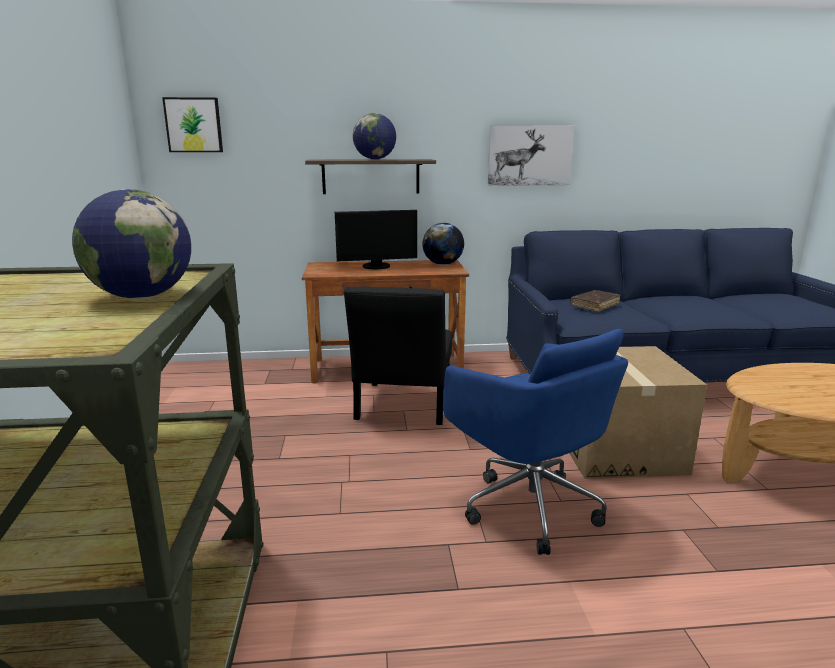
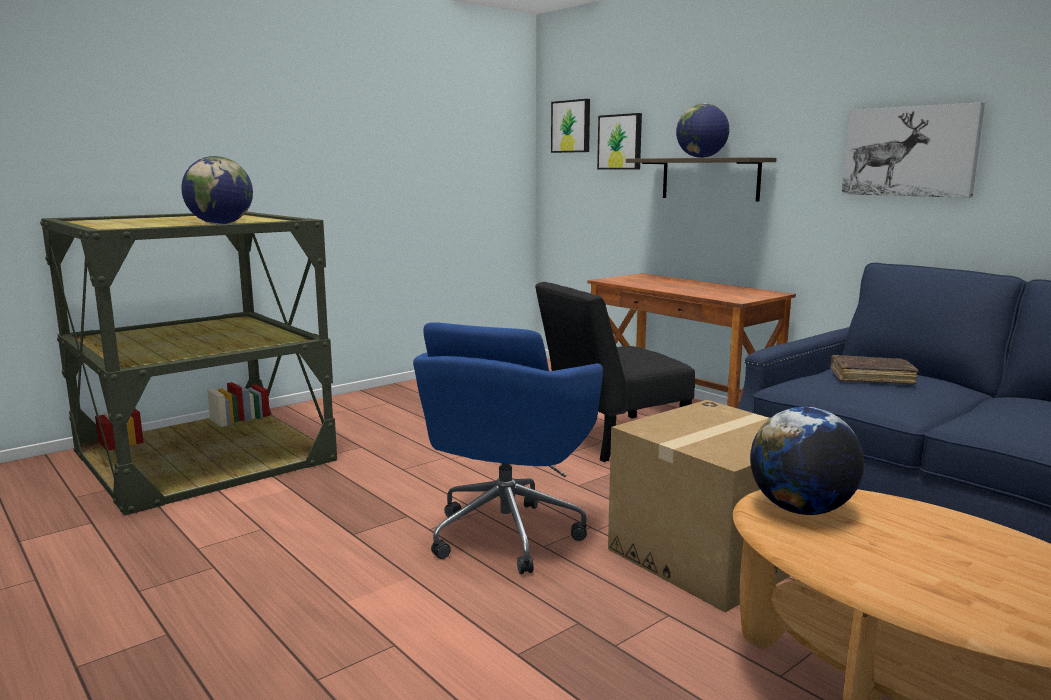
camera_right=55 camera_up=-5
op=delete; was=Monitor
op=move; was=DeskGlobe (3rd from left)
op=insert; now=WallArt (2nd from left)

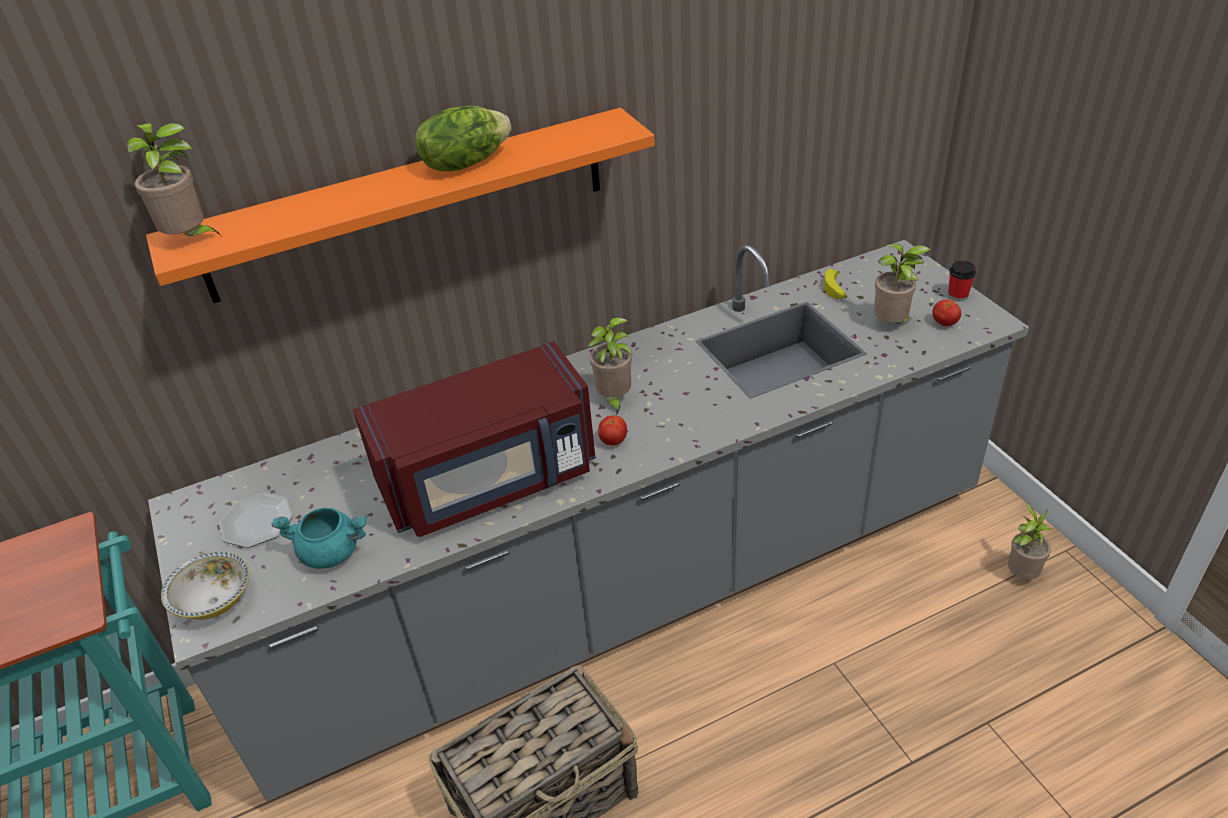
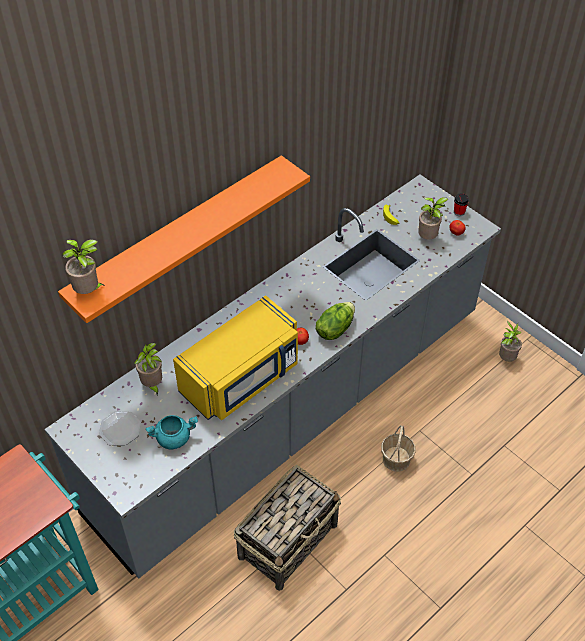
camera_right=-20 camera_up=10
op=move; was=LettuceHead
op=move; was=Houseplant (2nd from left)
op=recolor; was=RedKitchenMicrowave; now=YellowKitchenMicrowave
op=delete; was=Bowl
op=insert; now=Basket (2nd from left)

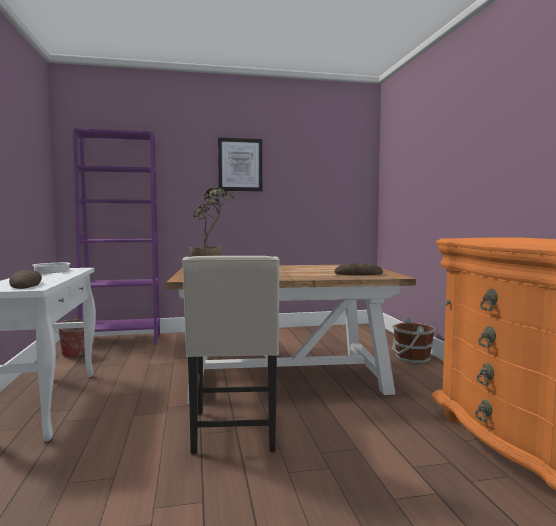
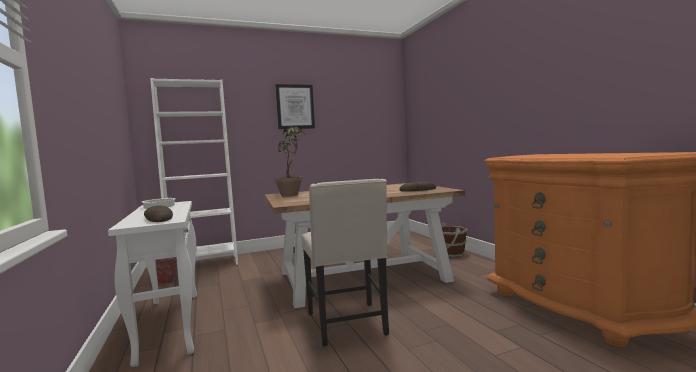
camera_right=-10 camera_up=0
op=recolor; was=PurpleBookcase; now=WhiteBookcase

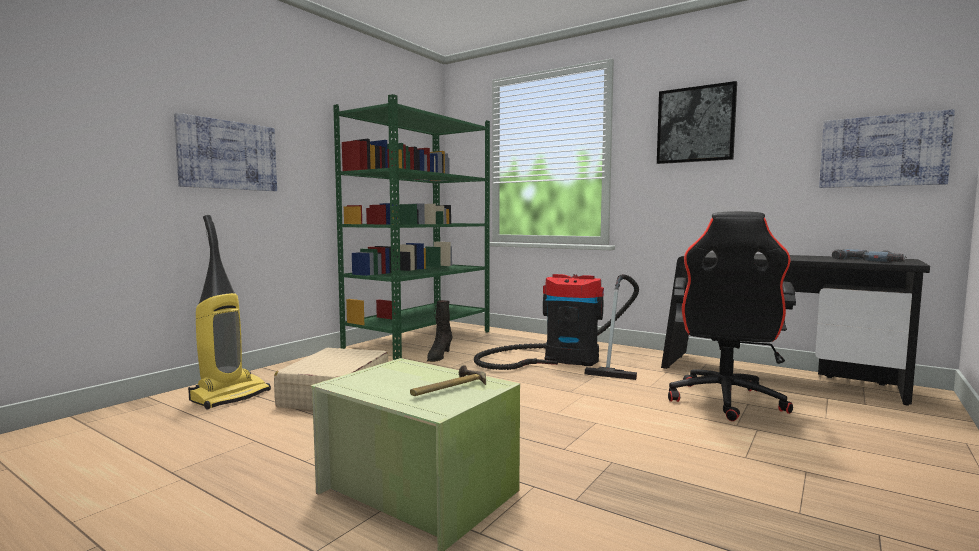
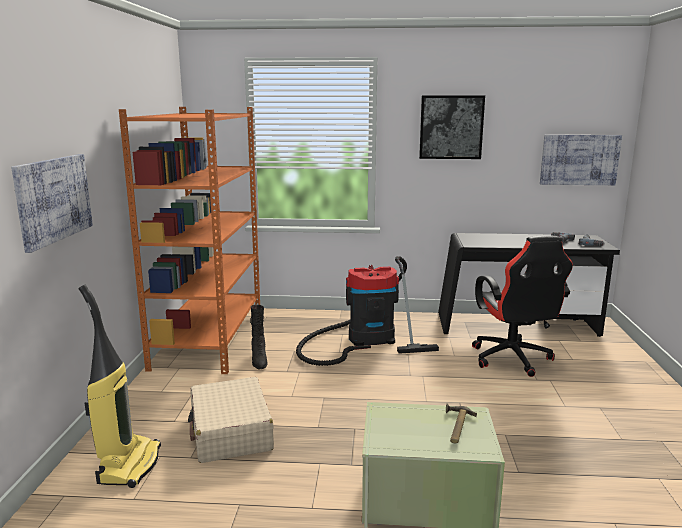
camera_right=-30 camera_up=10
op=recolor; was=GreenBookcase; now=OrangeyBookcase

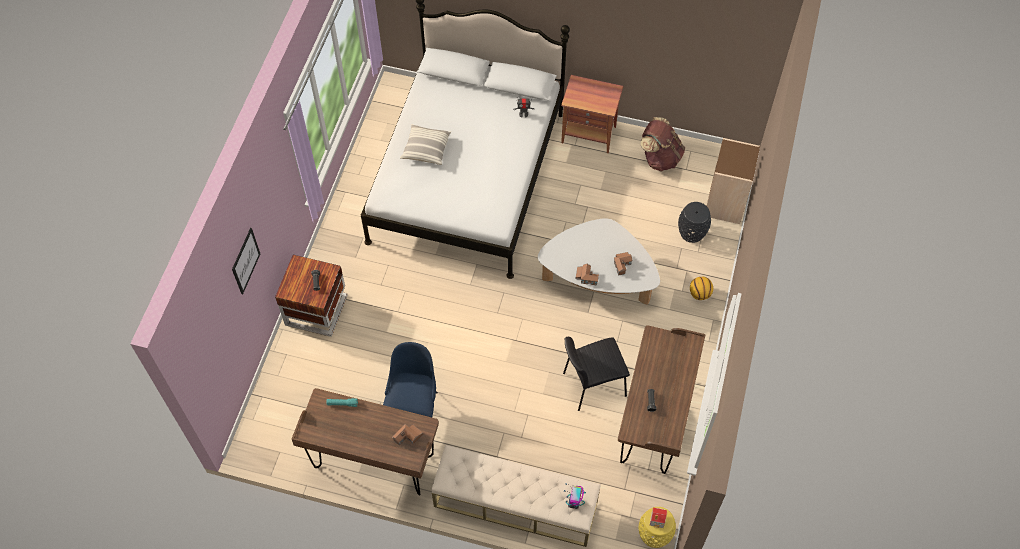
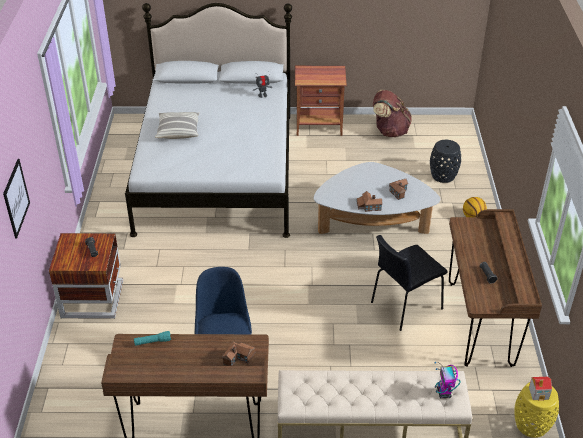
camera_right=-15 camera_up=-20
op=delete; was=BrownColouredBookcase

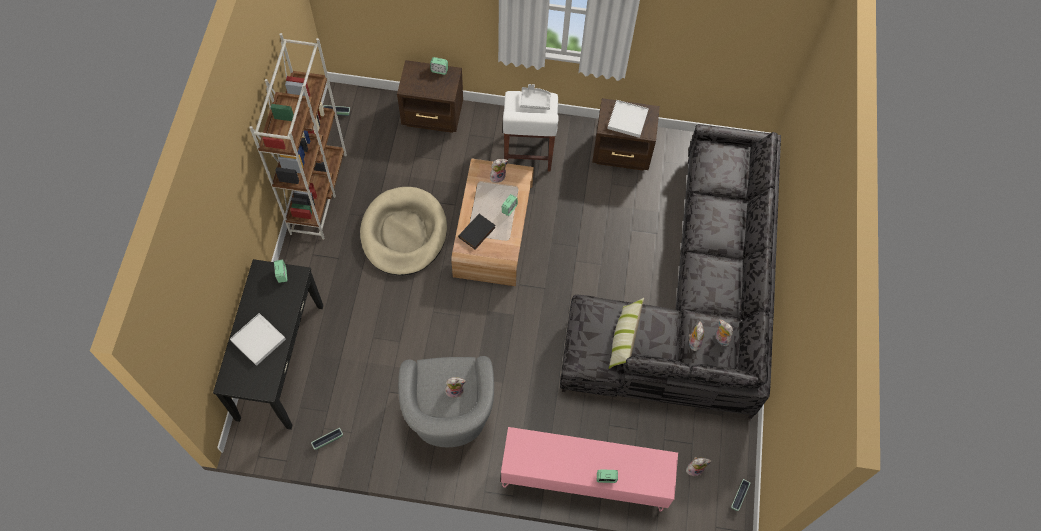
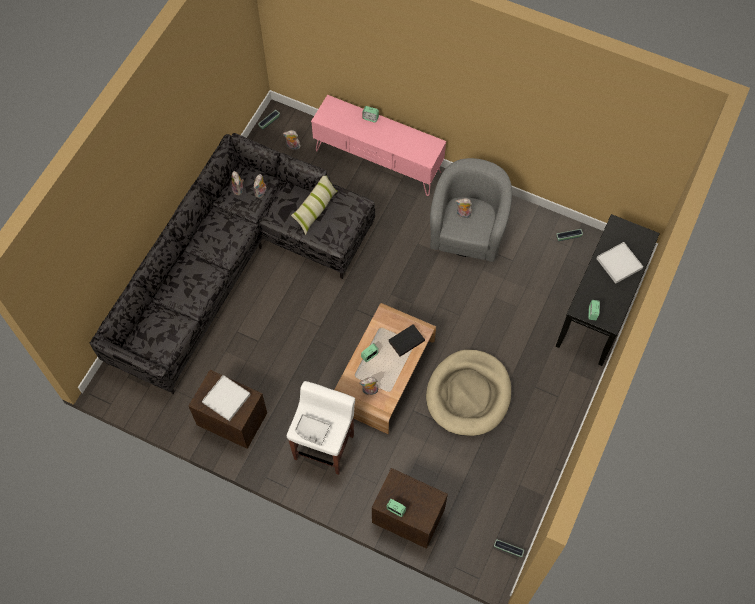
camera_right=-160 camera_up=0
op=delete; was=BrownColouredBookcase

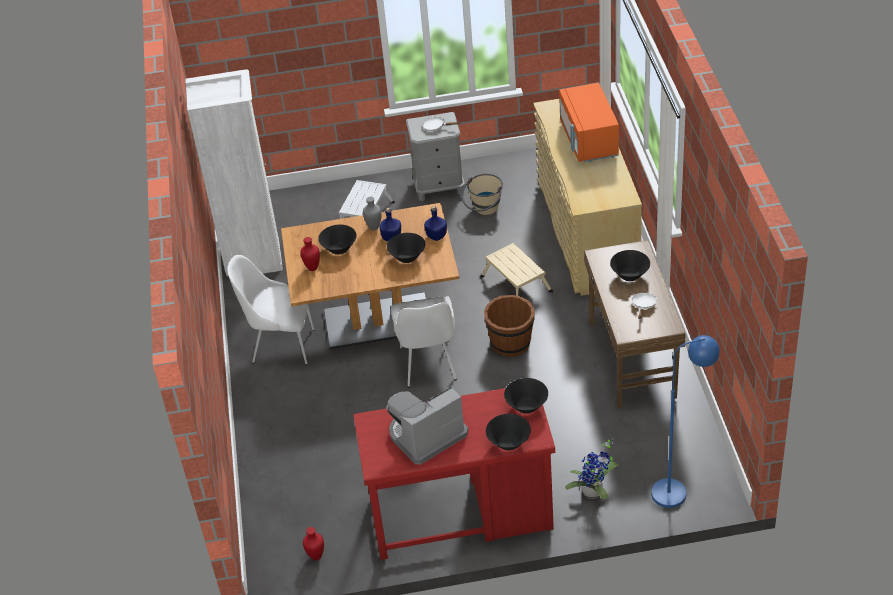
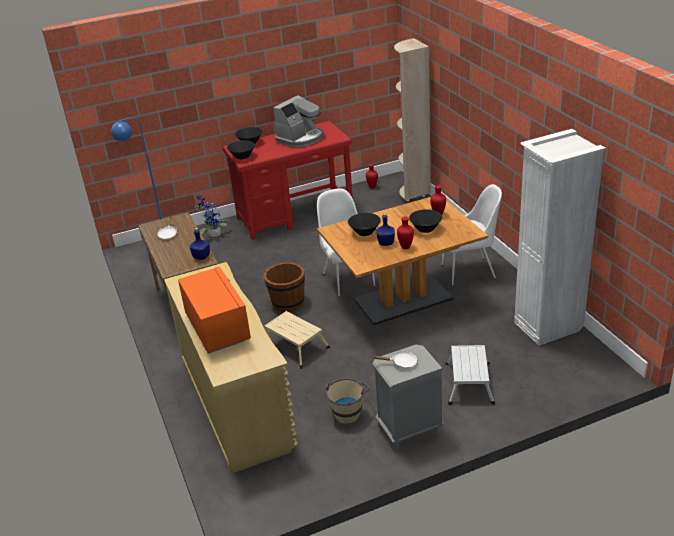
camera_right=165 camera_up=-10
op=recolor; was=GreyFlowerVase; now=RedFlowerVase (2nd from left)
op=move; was=BlueColouredDrinkBottle (2nd from left in the first image); now=BlueColouredDrinkBottle (1st from left)
op=delete; was=BlackBowl (5th from left)
op=insert; now=BeigeBookcase

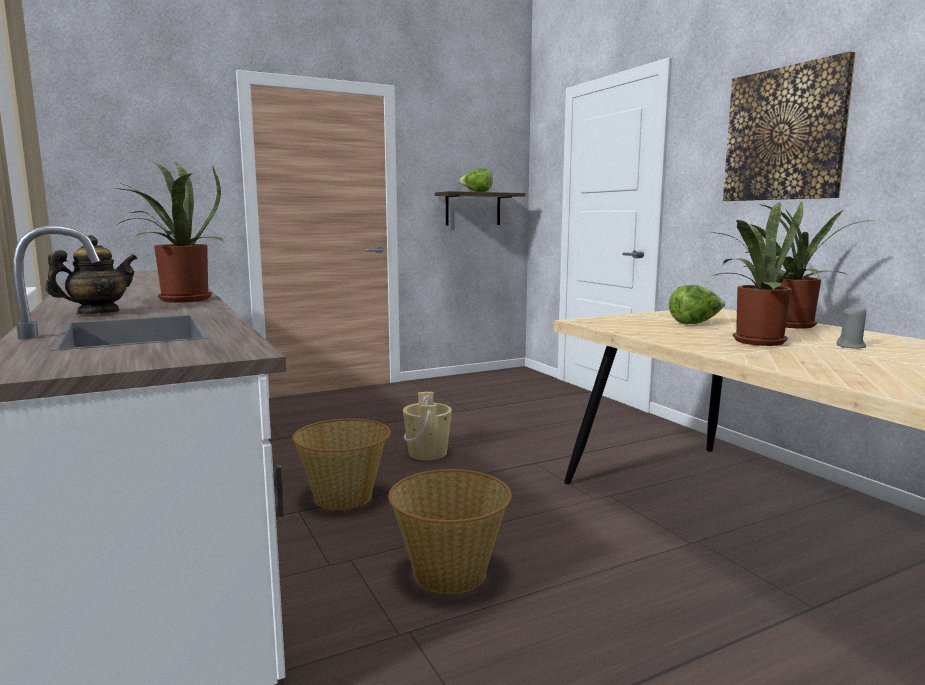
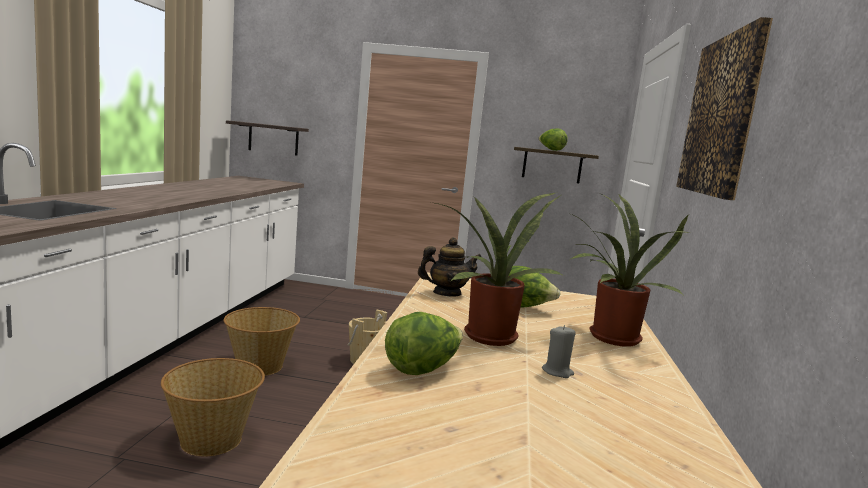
camera_right=35 camera_up=0
op=delete; was=Houseplant (1st from left)
op=move; was=TeaPot
op=insert; now=BracketShelf (1st from left)
op=insert; now=LettuceHead (1st from left)

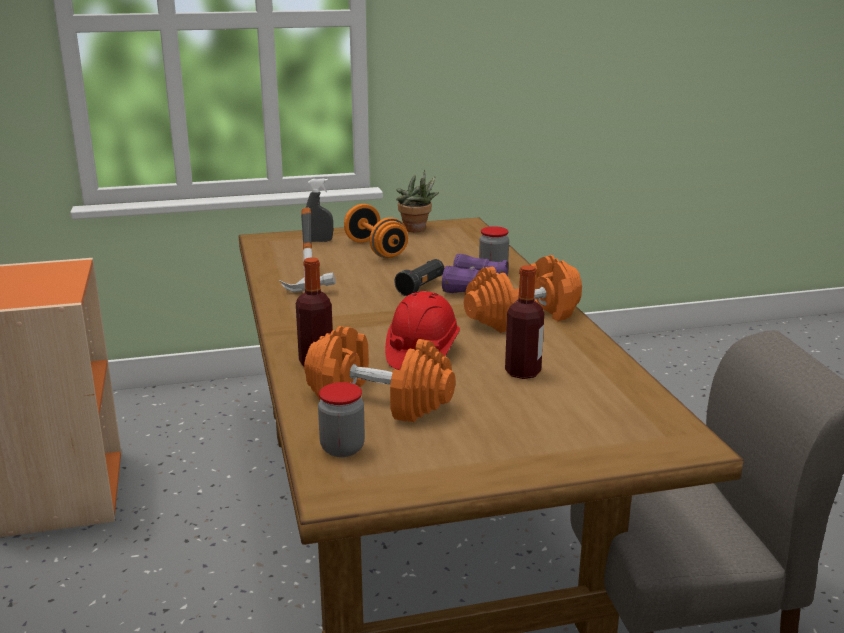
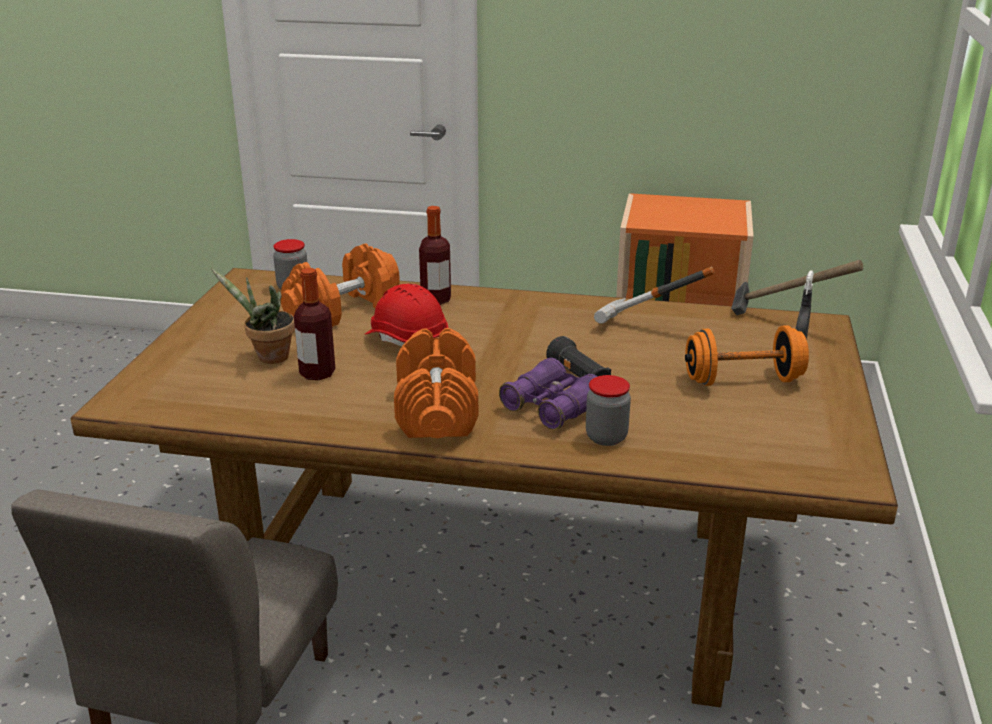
camera_right=115 camera_up=5
op=move; was=Houseplant
op=insert; now=Hammer (2nd from left)

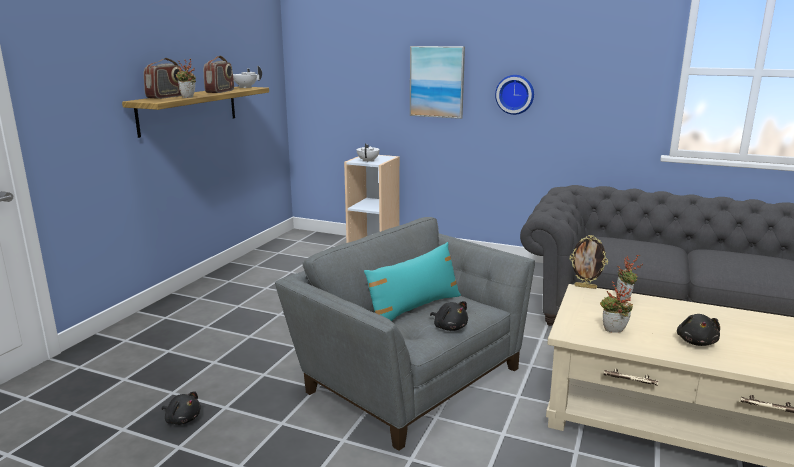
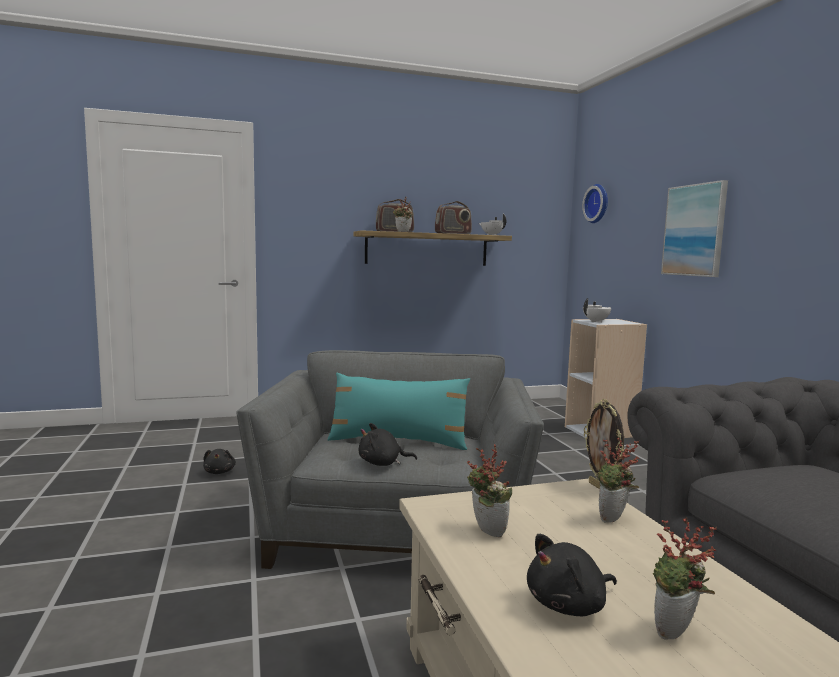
camera_right=50 camera_up=-10
op=move; was=HangingClock
op=rotate; was=BlackCuddlyToy (2nd from left); clockwise=75
op=insert; now=Houseplant (4th from left)

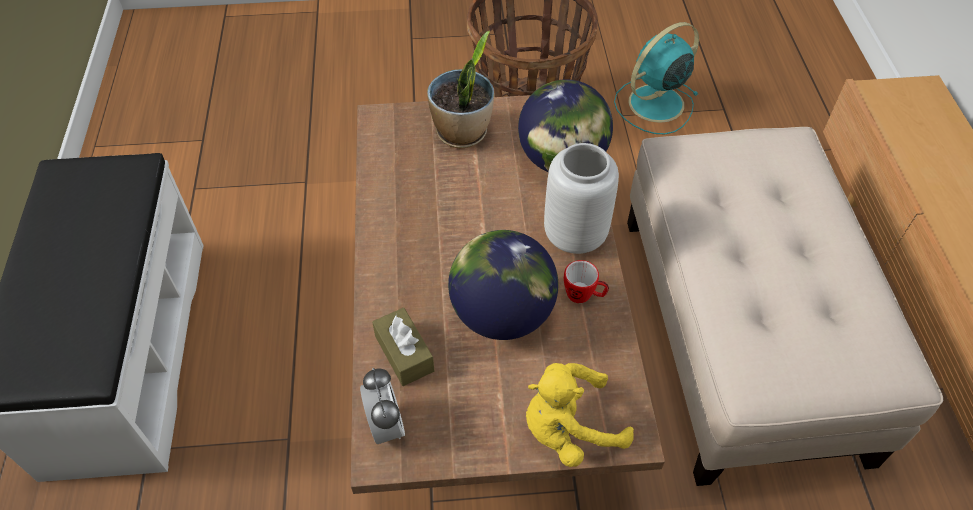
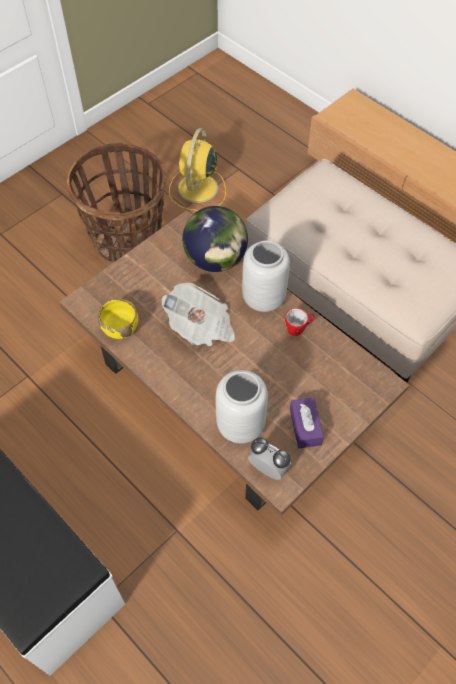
camera_right=-40 camera_up=5
op=recolor; was=BlueGreenElectricFan; now=YellowElectricFan
op=delete; was=Houseplant
op=delete; was=DeskGlobe (1st from left)
op=replace; was=BrownColouredTissueBox; now=GreyFlowerVase (1st from left)
op=delete; was=YellowCuddlyToy
op=insert; now=DailyPaper
op=insert; now=YellowBowl
op=insert; now=PurpleTissueBox

